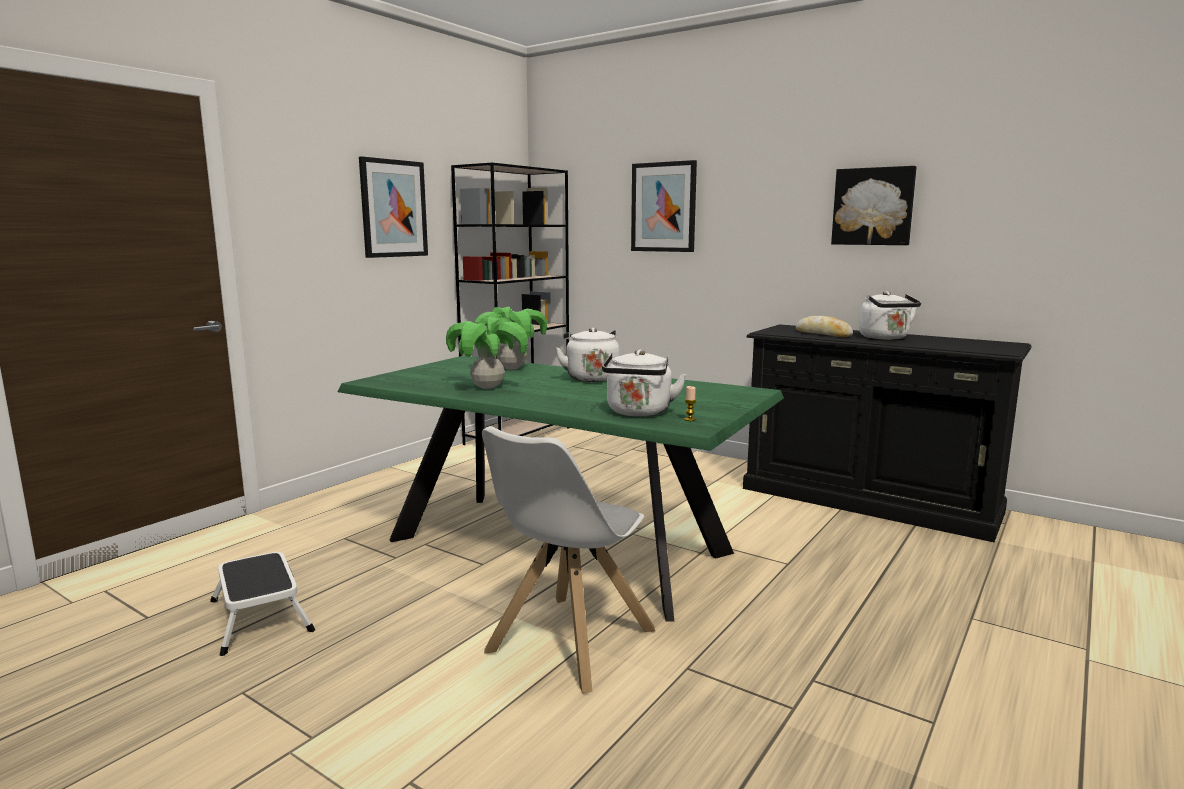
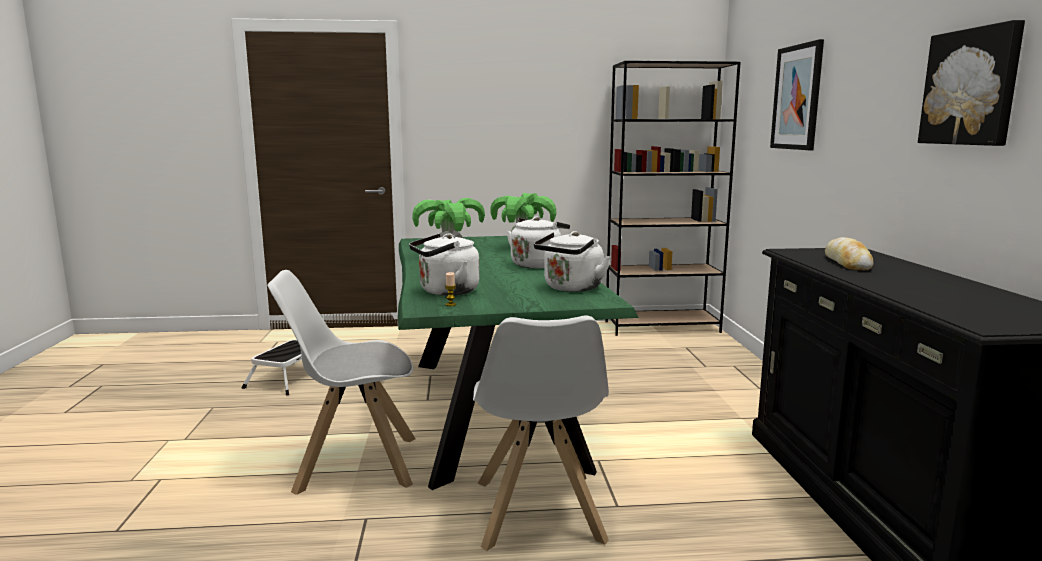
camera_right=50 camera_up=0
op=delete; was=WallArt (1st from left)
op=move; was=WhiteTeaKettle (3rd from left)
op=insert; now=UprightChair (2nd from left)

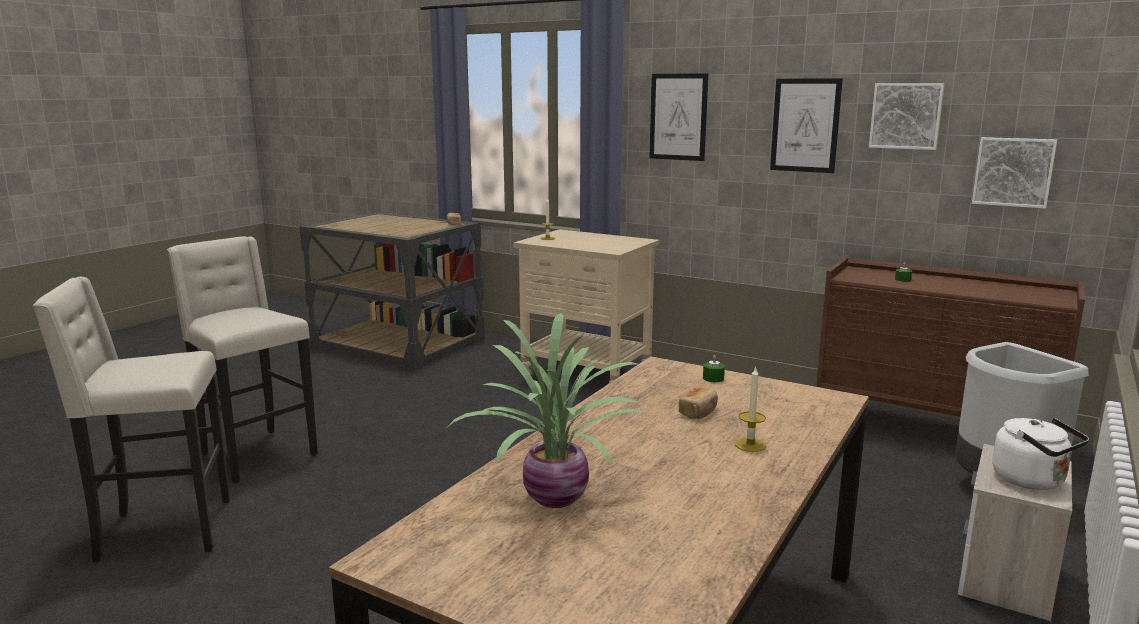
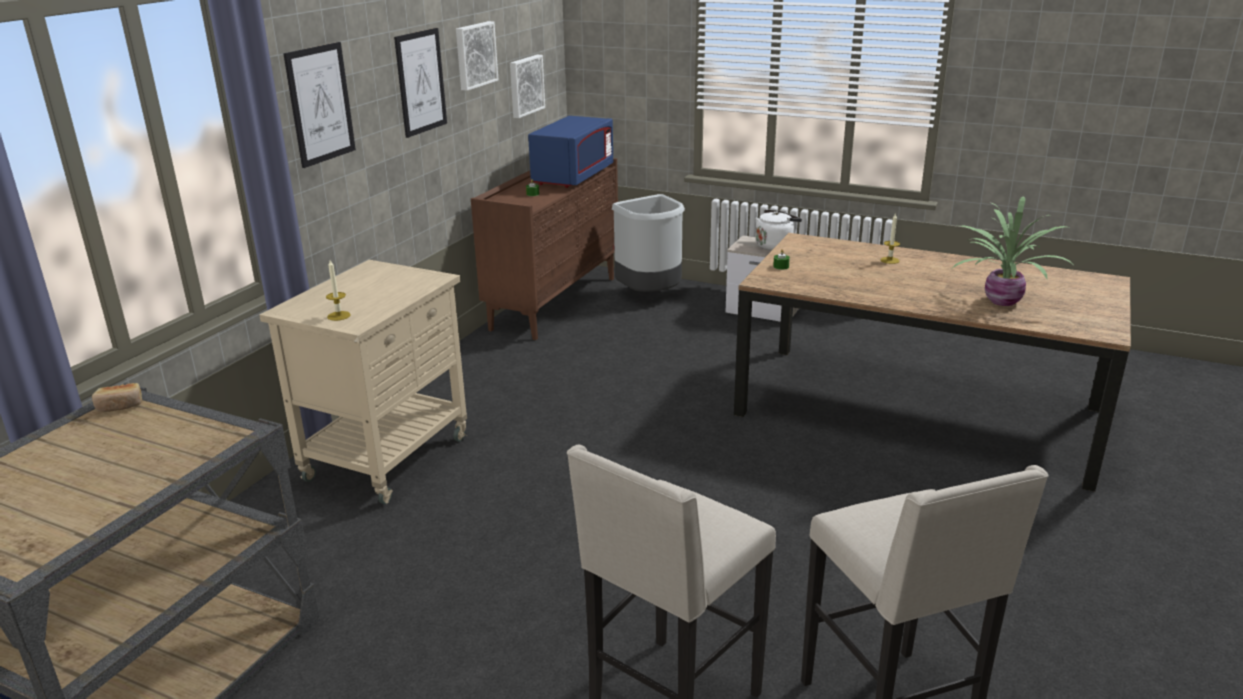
camera_right=-95 camera_up=10
op=delete; was=BakedBread (2nd from left)
op=insert; now=BlueColouredKitchenMicrowave

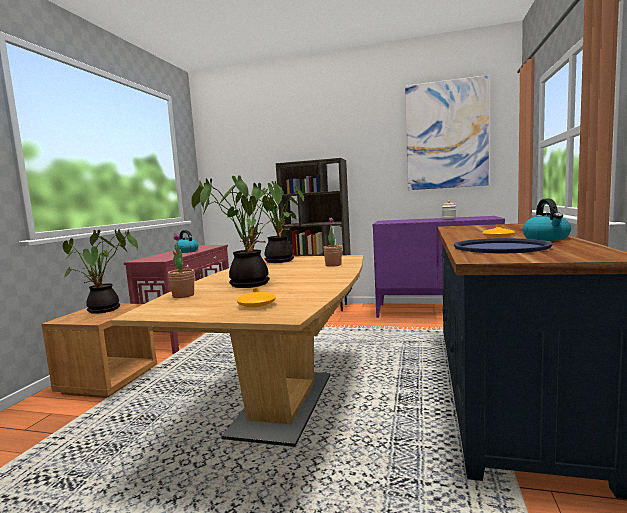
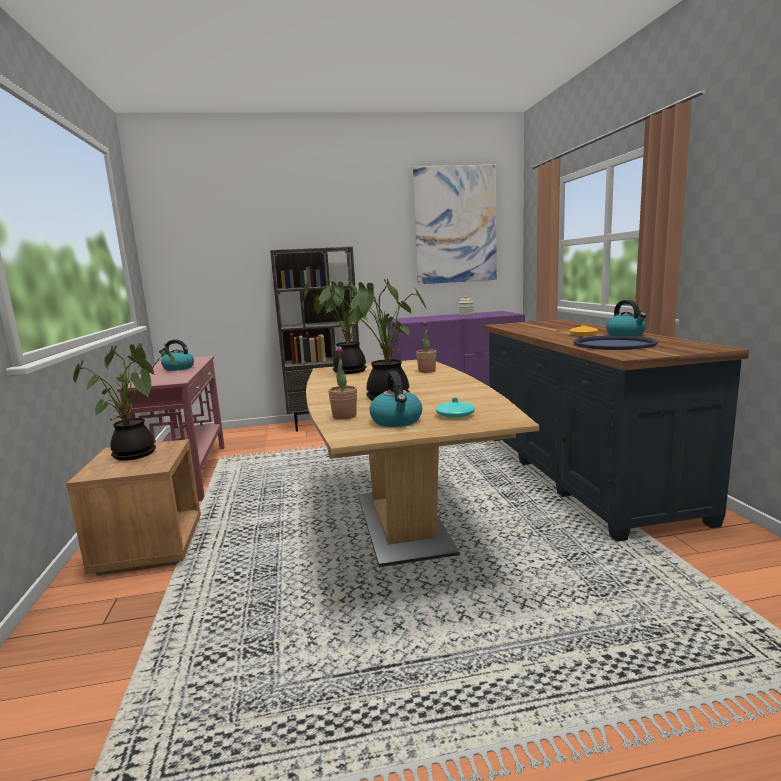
camera_right=-25 camera_up=5
op=recolor; was=OrangeyFlowerVase (1st from left); now=BlueGreenFlowerVase
op=insert; now=TeaKettle (2nd from left)

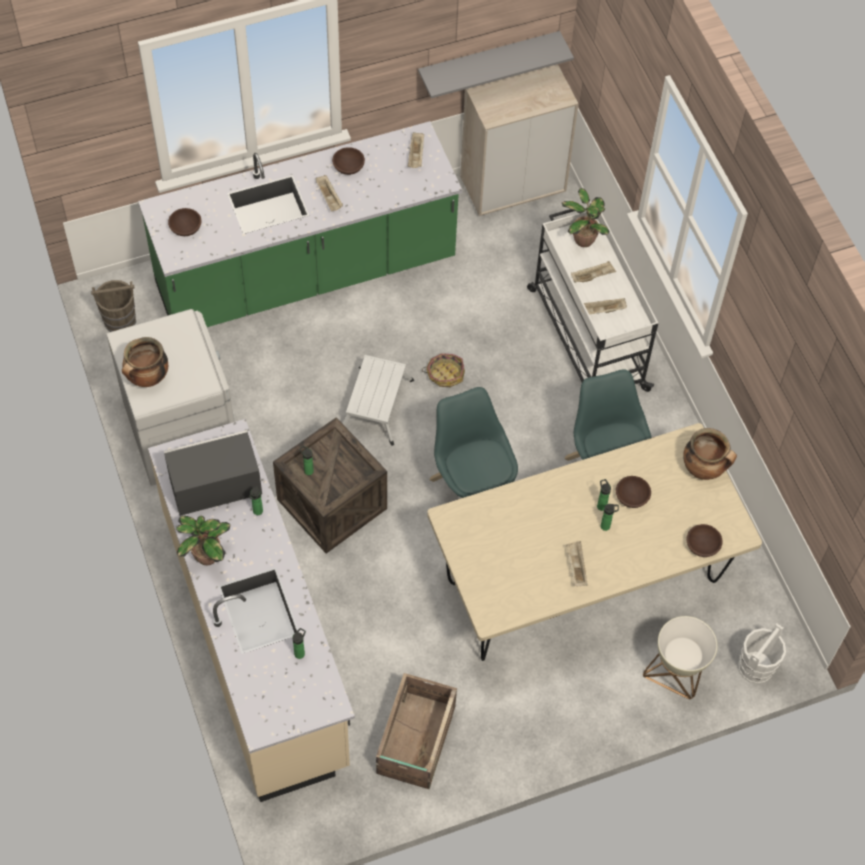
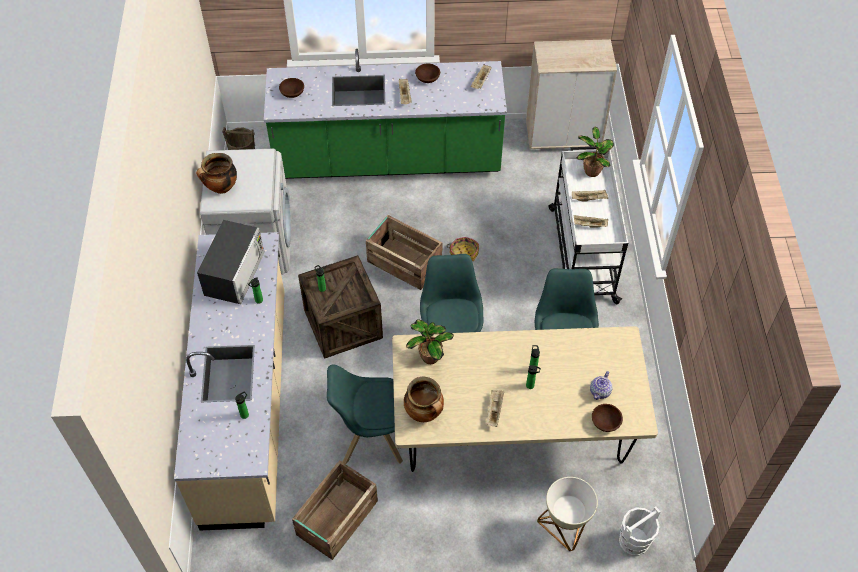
camera_right=20 camera_up=-5
op=delete; was=GreyBracketShelf
op=replace; was=WhiteStepladder; now=ShippingCrate (3rd from left)
op=move; was=Stockpot (2nd from left)
op=rotate; was=KitchenMicrowave; clockwise=105
op=delete; was=BrownColouredBowl (3rd from left)
op=move; was=Houseplant (1st from left)
op=insert; now=BlueGreenUprightChair (1st from left)
op=insert; now=TeaPot

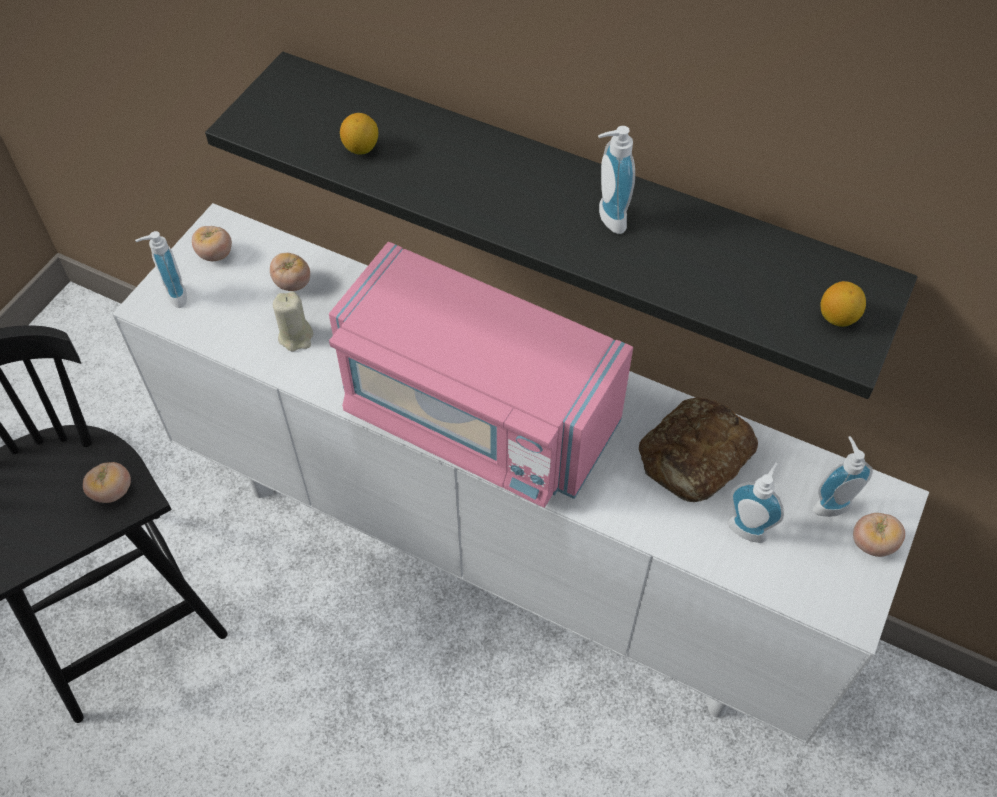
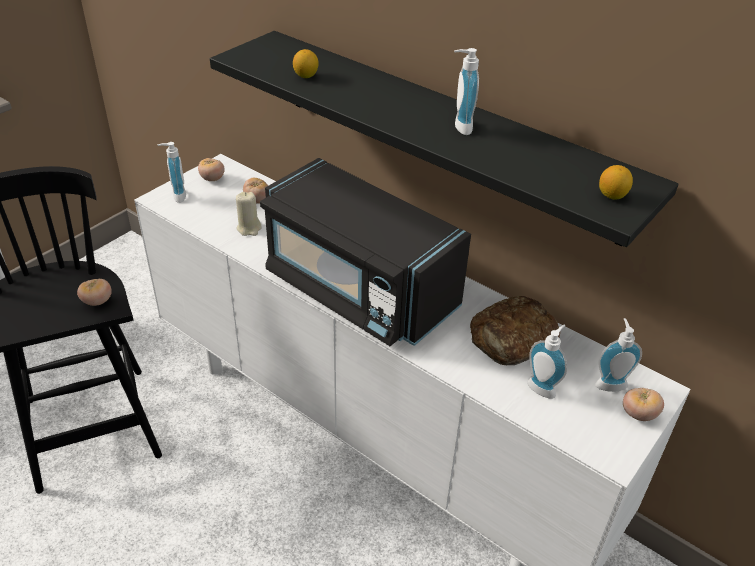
camera_right=10 camera_up=-15
op=recolor; was=PinkishKitchenMicrowave; now=BlackKitchenMicrowave

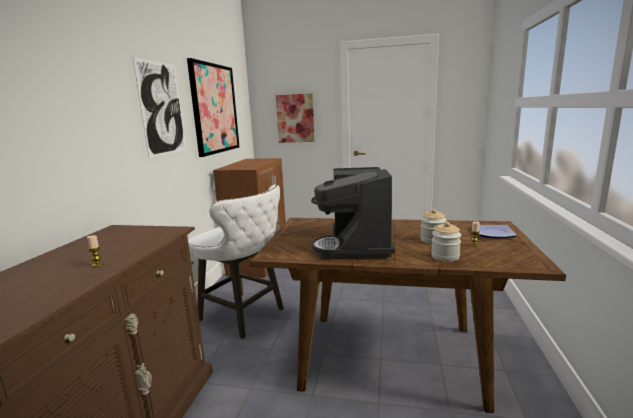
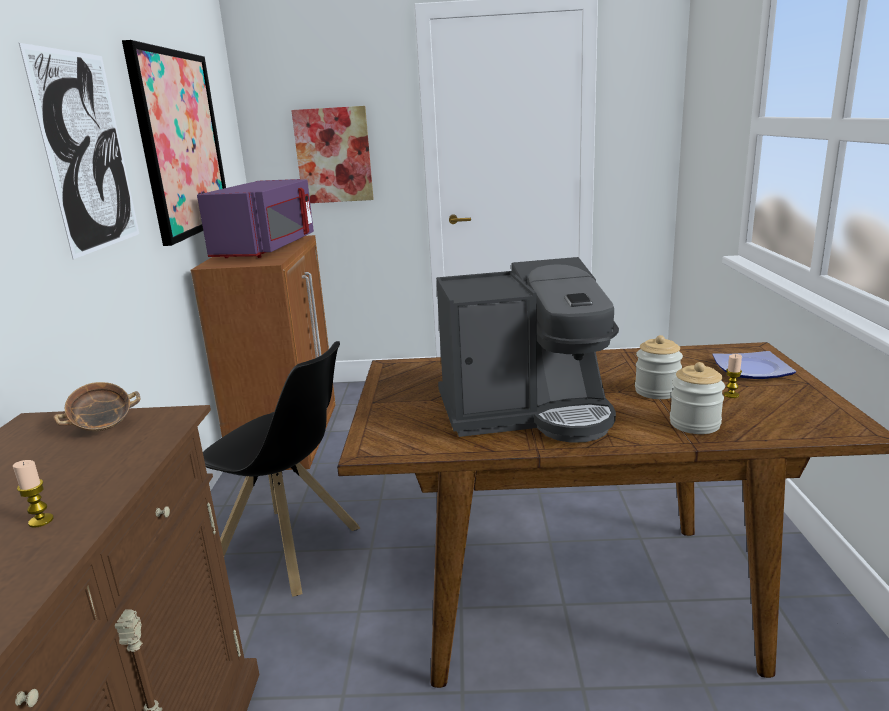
camera_right=-10 camera_up=5
op=rotate; was=CoffeeBrewer; clockwise=-90
op=replace; was=WhiteSittingStool; now=BlackUprightChair
op=insert; now=PurpleKitchenMicrowave
op=insert; now=Bowl

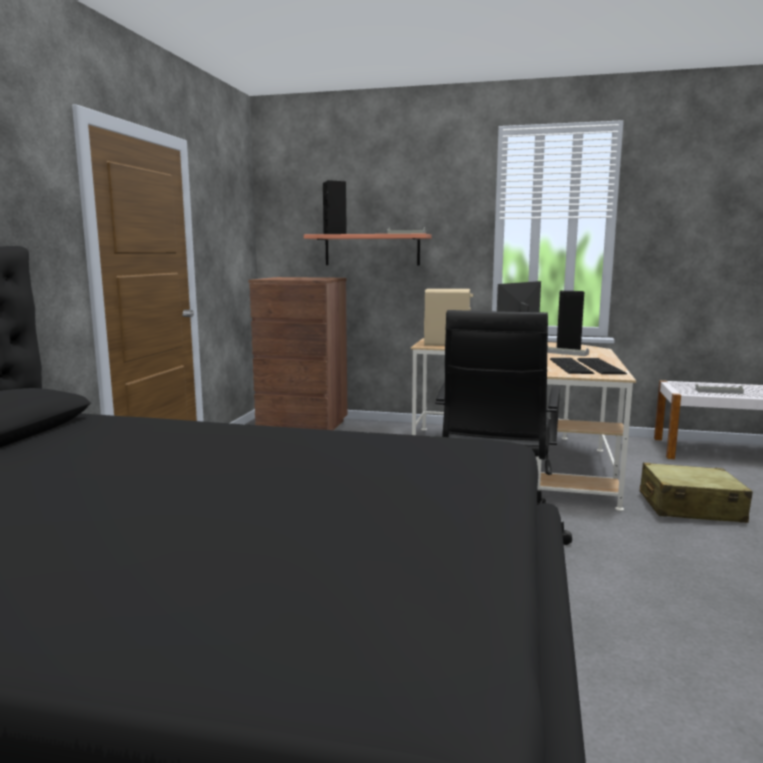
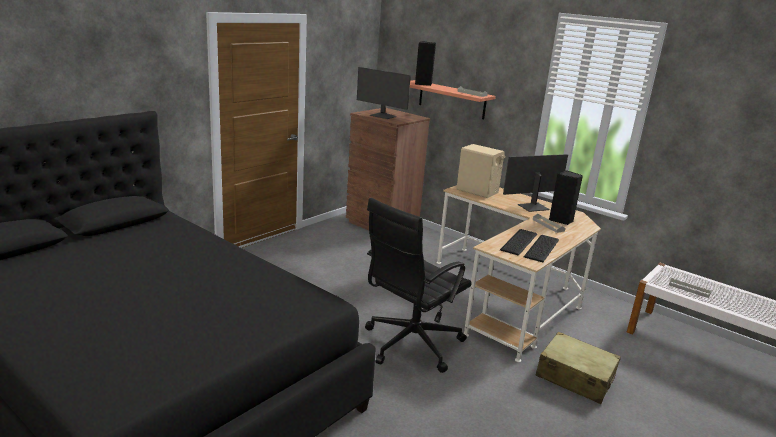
camera_right=25 camera_up=10
op=insert; now=Monitor (1st from left)

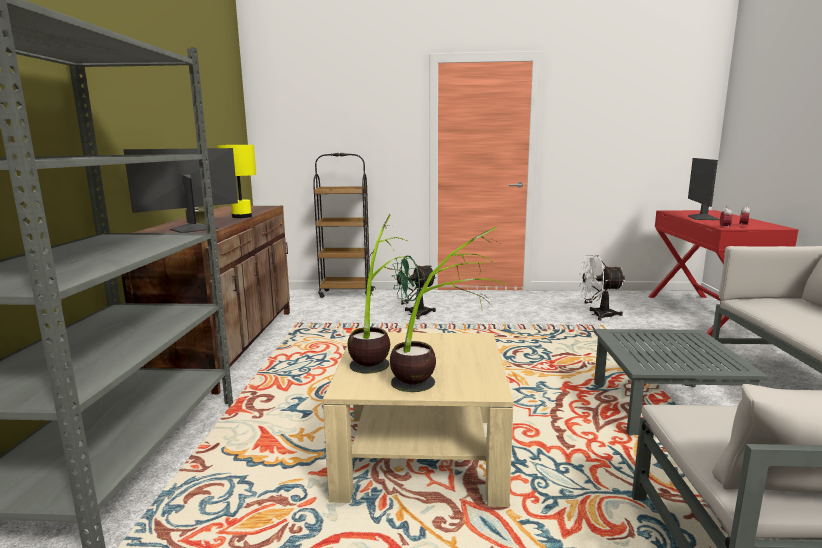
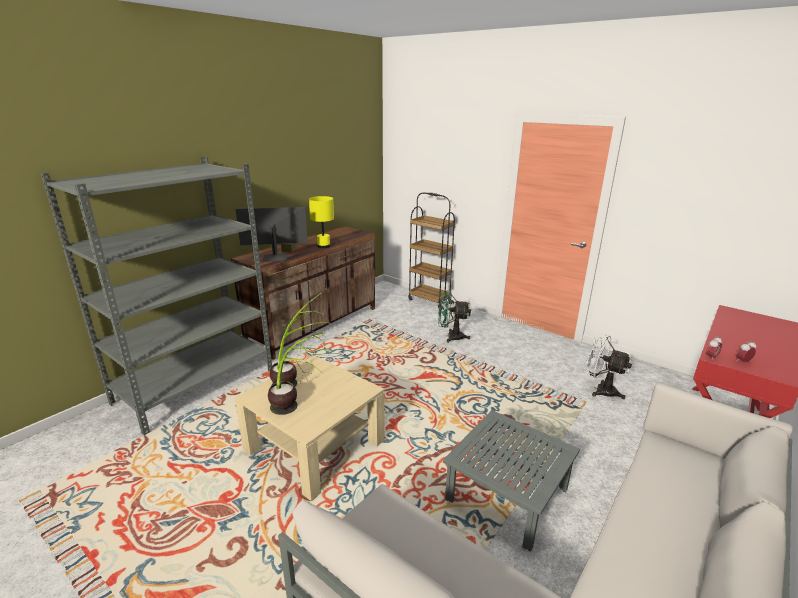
camera_right=35 camera_up=10
op=delete; was=Monitor (2nd from left)

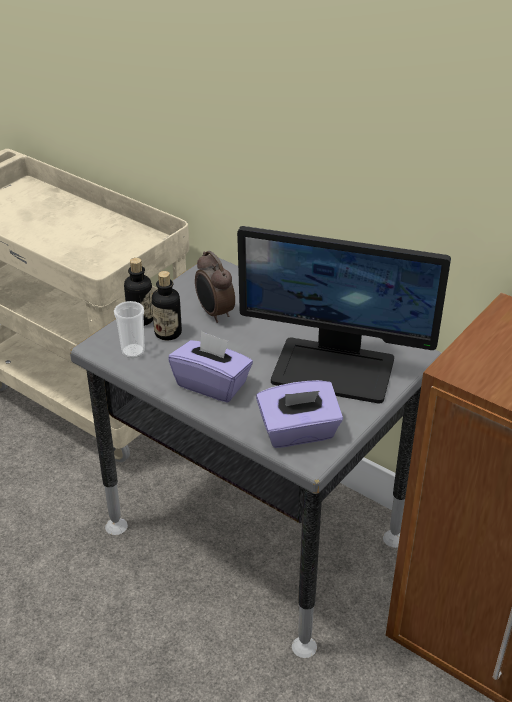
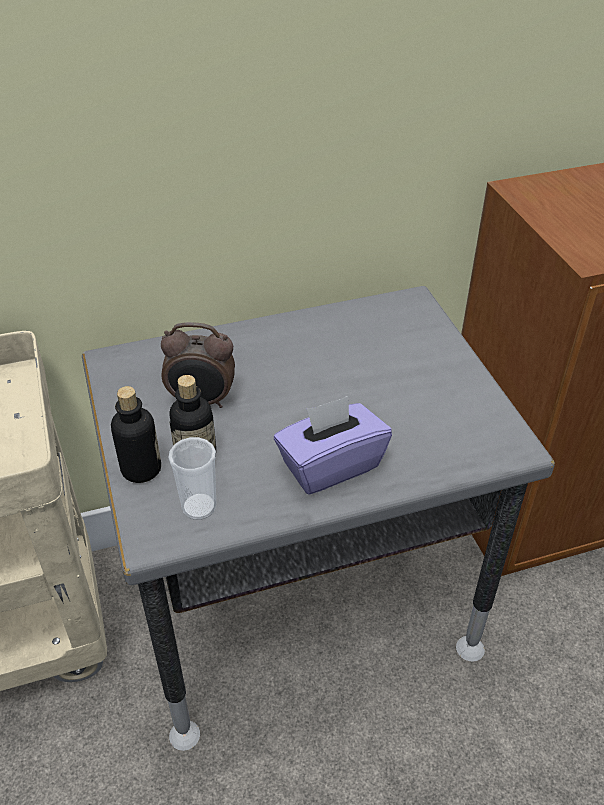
camera_right=-55 camera_up=5
op=delete; was=Monitor
op=delete; was=PurpleTissueBox (2nd from left)

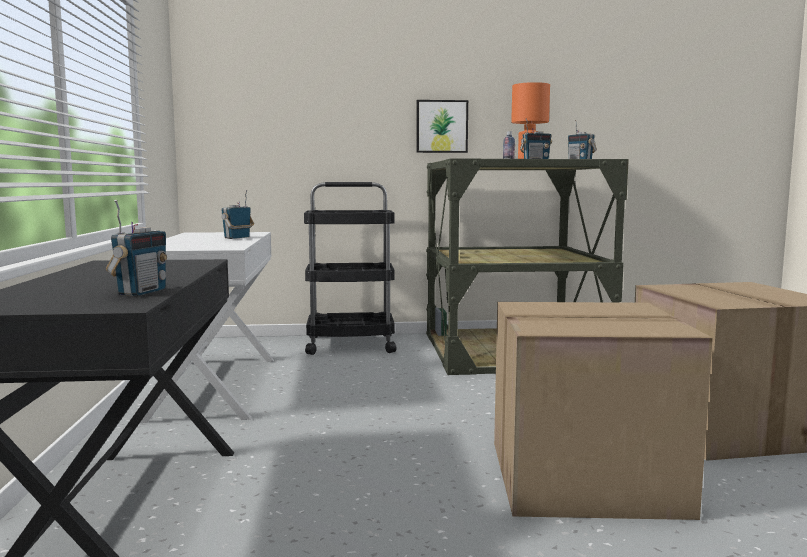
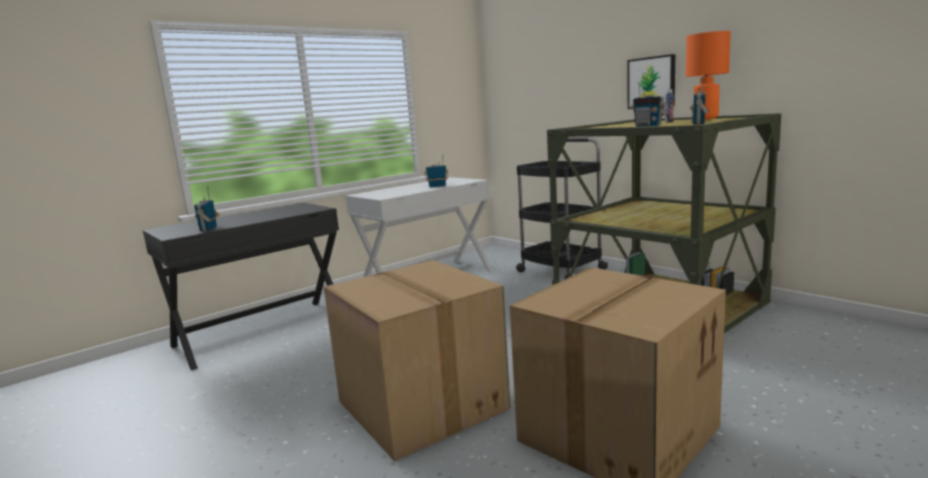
camera_right=55 camera_up=5
op=rotate; was=Radio (1st from left); clockwise=105

